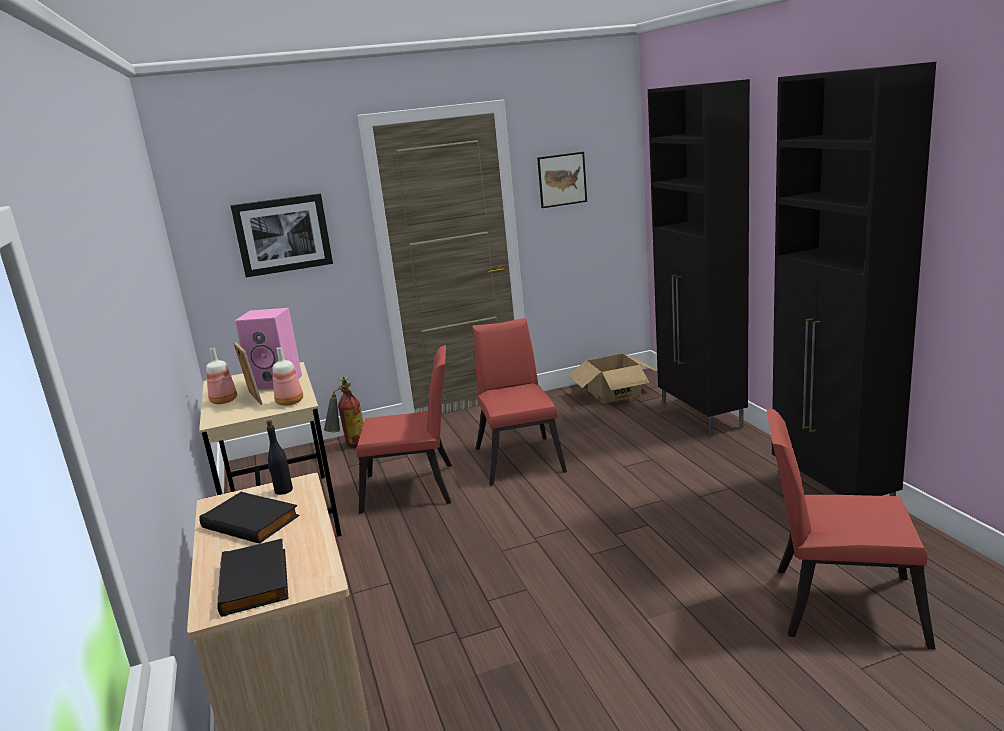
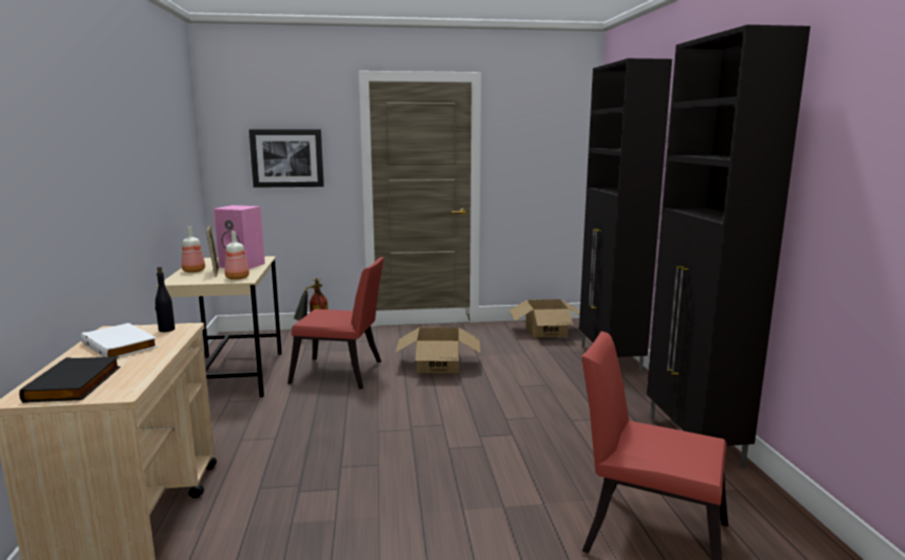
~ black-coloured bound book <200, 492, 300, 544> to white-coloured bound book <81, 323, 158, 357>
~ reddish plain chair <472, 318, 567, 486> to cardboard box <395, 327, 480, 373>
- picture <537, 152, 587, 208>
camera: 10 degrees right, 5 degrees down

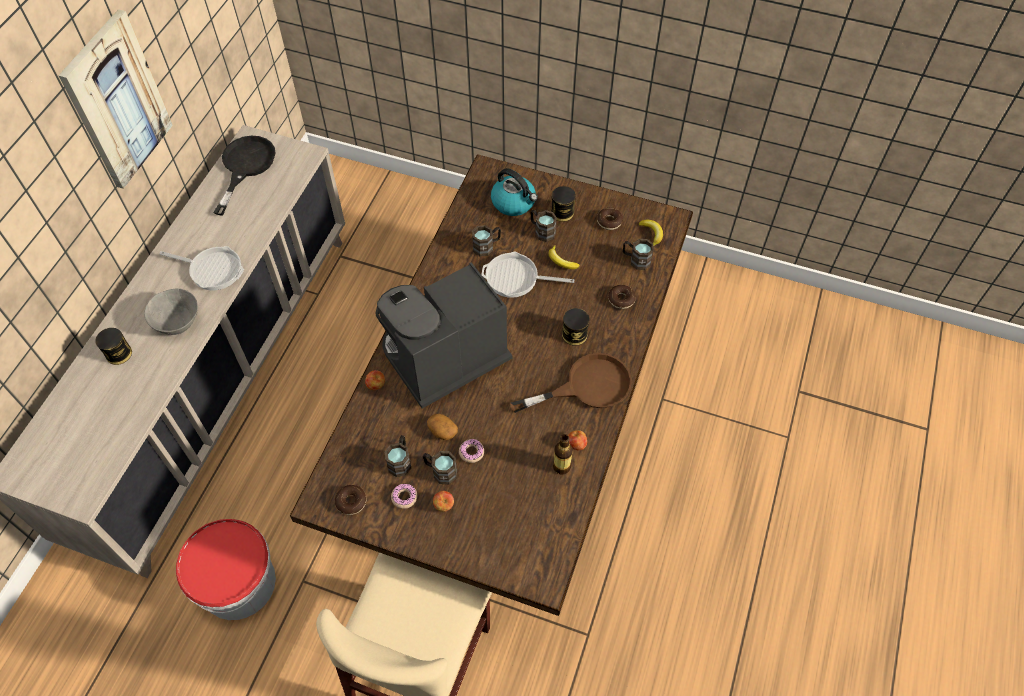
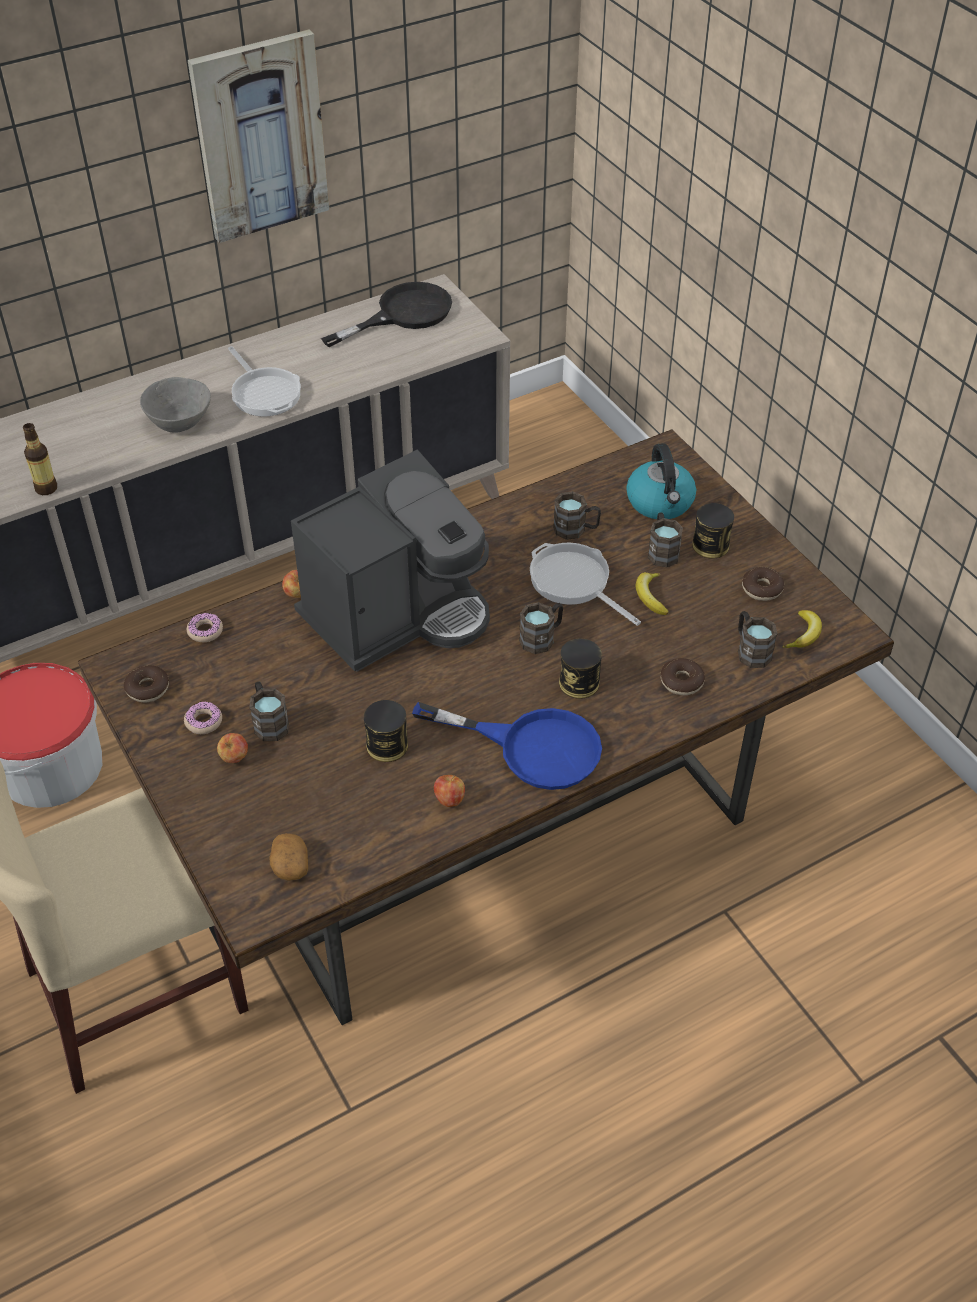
~ can <95, 328, 132, 365> to <364, 700, 408, 762>
~ coffee maker <375, 262, 513, 408> = <291, 450, 490, 672> 135 degrees clockwise
~ brownish coffee mug <384, 435, 411, 477> to <519, 602, 563, 654>
~ spud <427, 414, 458, 440> to <269, 833, 308, 881>
~ doughnut <459, 439, 484, 463> to <187, 613, 223, 642>
~ brownish pan <510, 353, 632, 413> to blue pan <412, 702, 602, 790>
~ bottle <553, 434, 573, 474> to <23, 423, 57, 495>
camera: 40 degrees right, 10 degrees down

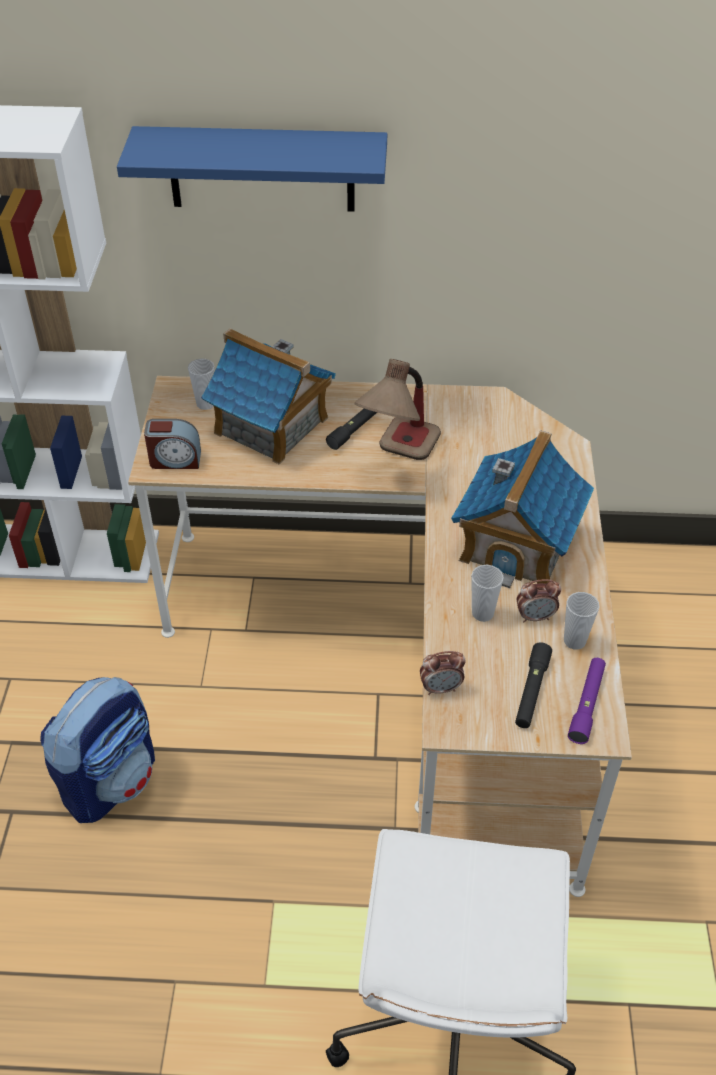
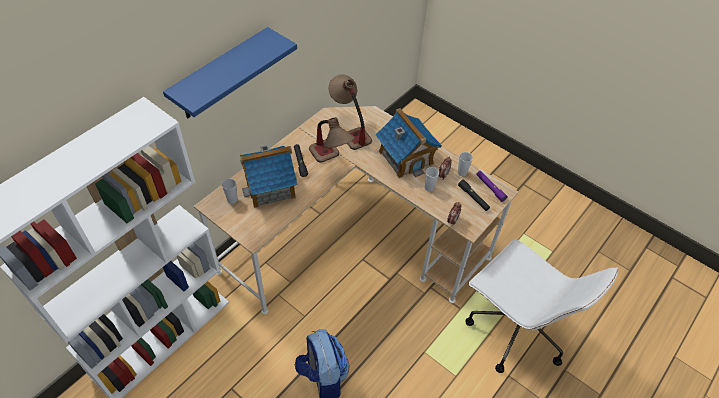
- table clock <144, 419, 201, 469>
+ lamp for a table <329, 74, 372, 150>
camera: 55 degrees left, 5 degrees up

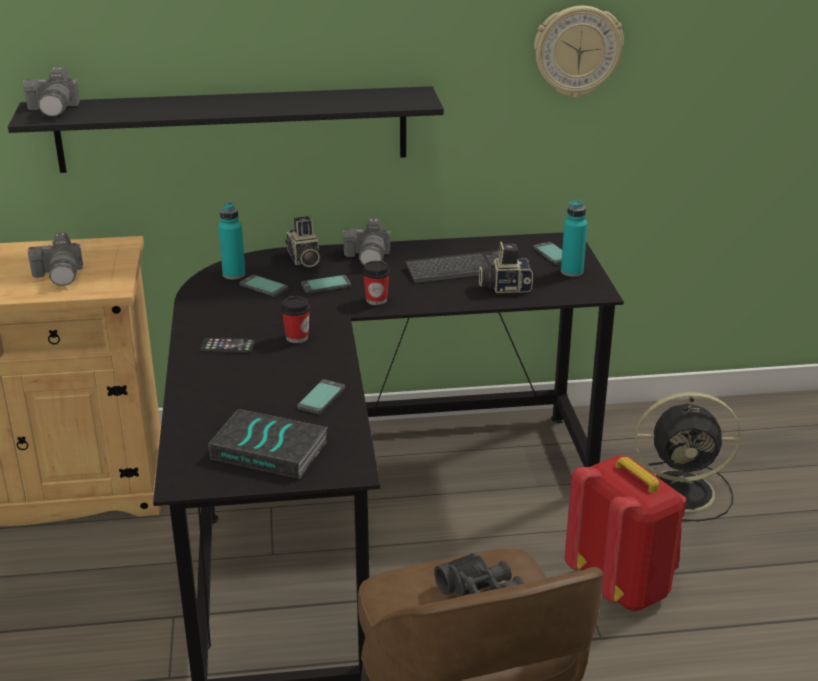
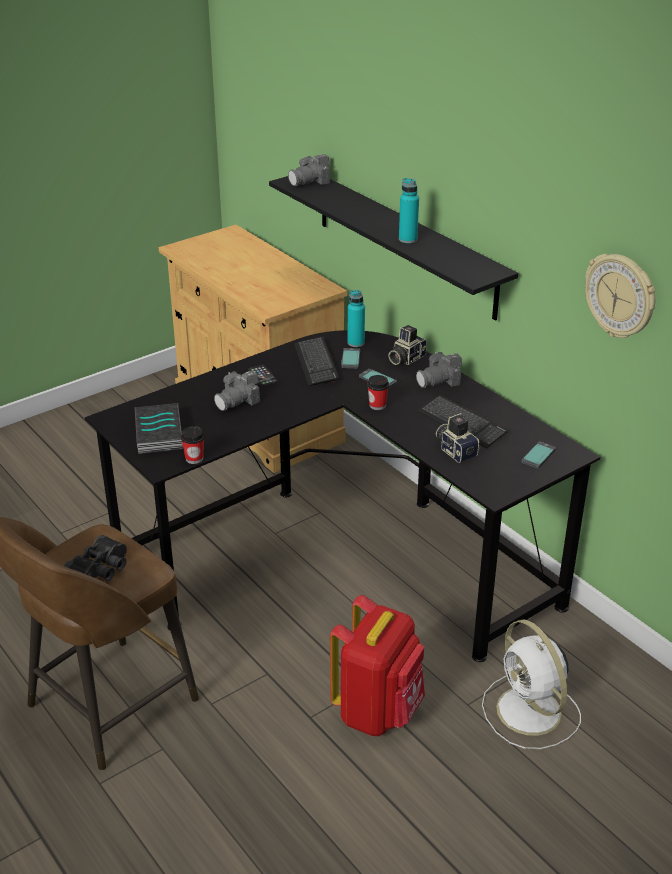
~ photo camera <27, 232, 83, 286> to <214, 371, 260, 411>
~ cup <281, 296, 310, 343> to <181, 426, 204, 464>
- phone <297, 379, 345, 414>
~ turquoise bottle <561, 200, 587, 277> to <399, 178, 419, 243>
~ black-coloured cooling fan <635, 392, 741, 521> to white-coloured cooling fan <482, 619, 581, 749>
+ PC keyboard <294, 337, 339, 386>
camera: 60 degrees right, 5 degrees up

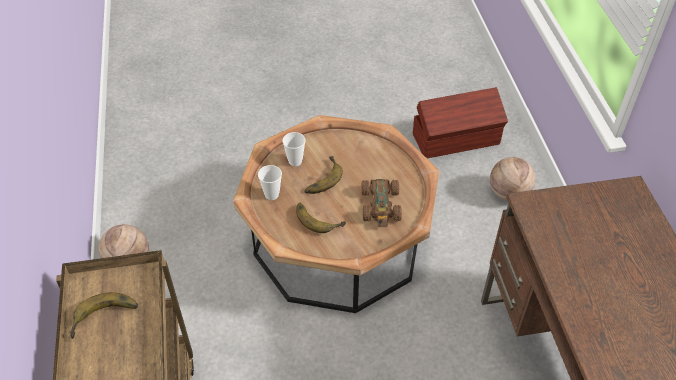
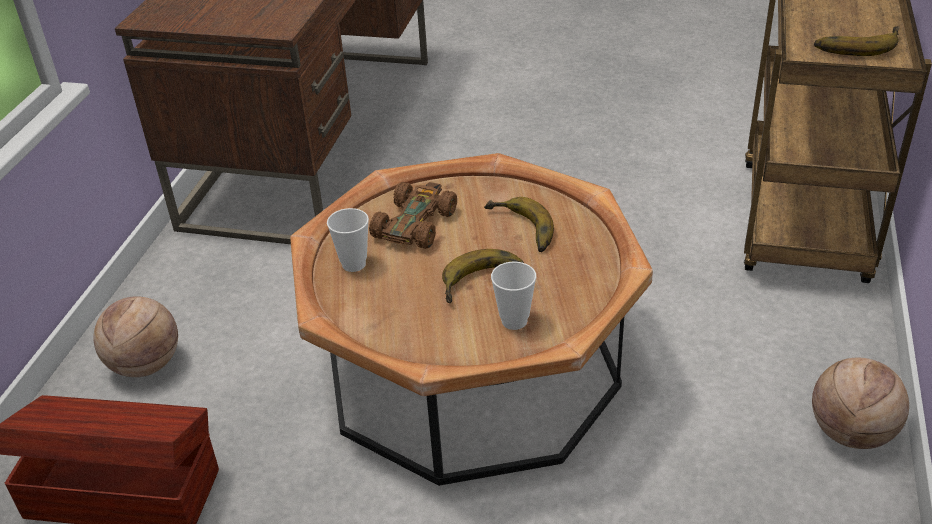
~ cup <258, 165, 282, 200> to <327, 208, 369, 272>
camera: 155 degrees left, 10 degrees down

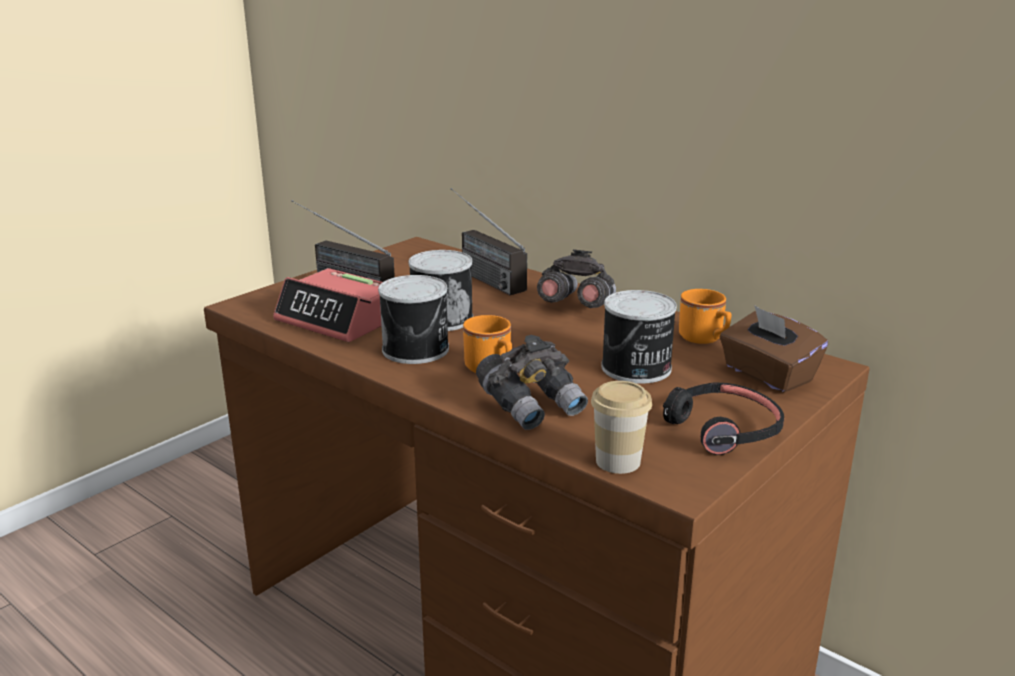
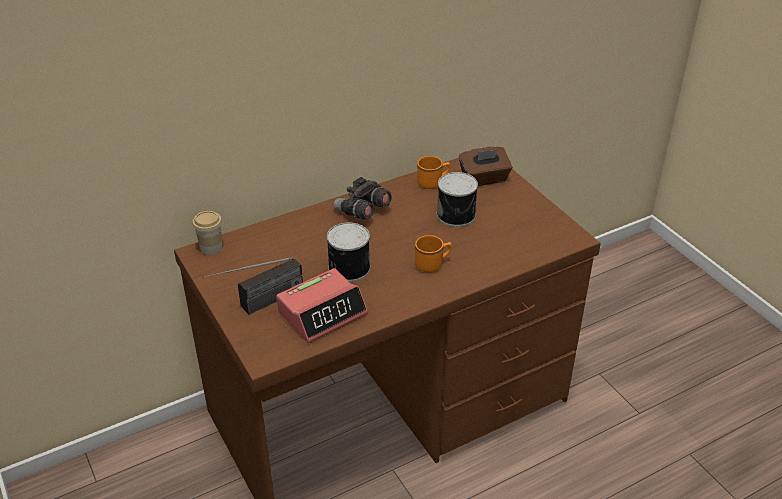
- can <378, 275, 449, 364>
- radio set <451, 188, 527, 295>
- greyish binoculars <476, 335, 588, 430>
~ cup <591, 381, 652, 474> to <192, 211, 222, 255>
- black-coloured headset <663, 383, 784, 455>
camera: 70 degrees left, 15 degrees up

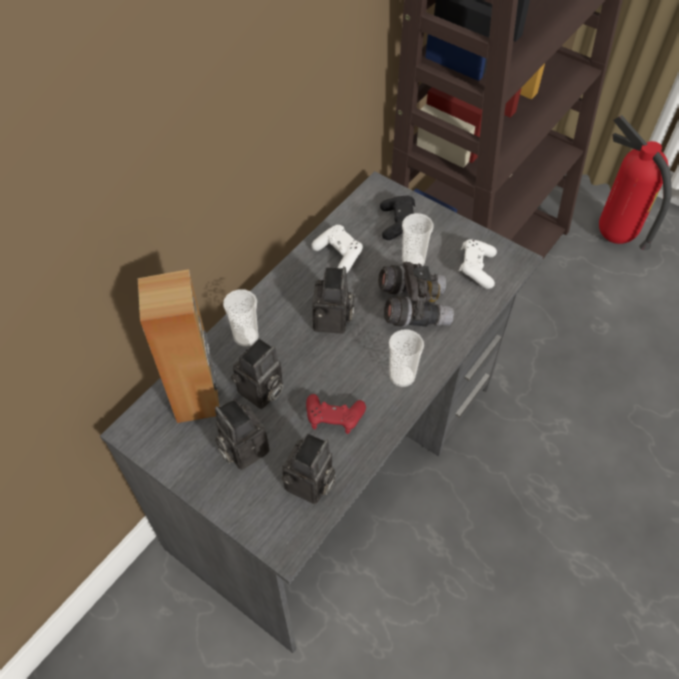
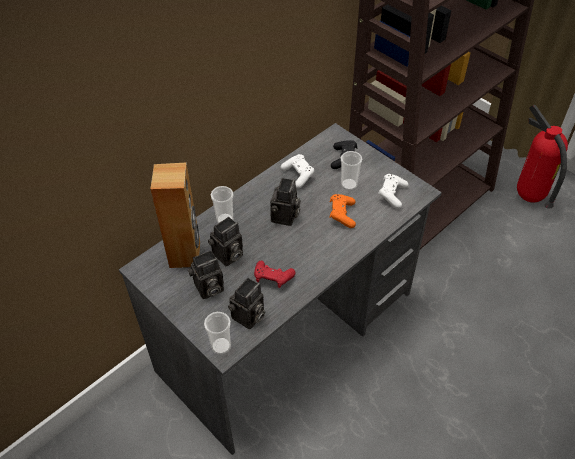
~ photo camera <215, 398, 270, 470> = <188, 250, 224, 299> 90 degrees counterclockwise
~ greyish binoculars <378, 261, 454, 327> to orange-coloured joypad <329, 194, 356, 228>
~ cup <389, 329, 424, 387> to <204, 312, 231, 355>
camera: 10 degrees right, 5 degrees down

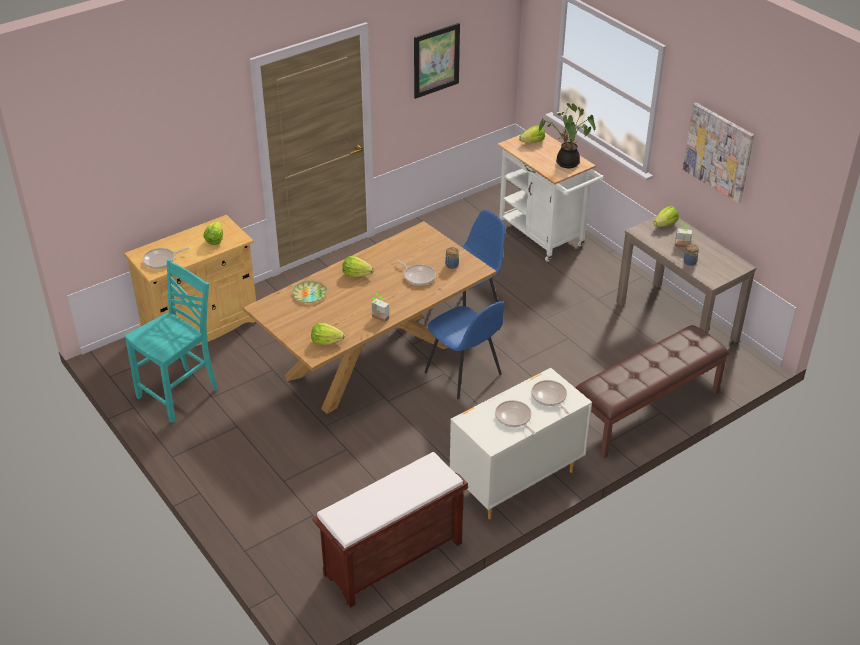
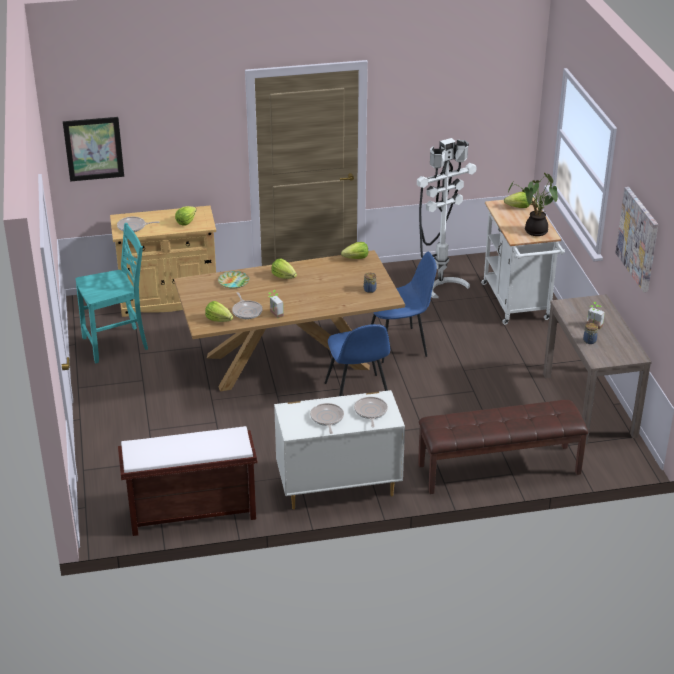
~ pan <396, 260, 436, 286> to <232, 292, 263, 319>
~ picture <414, 23, 460, 99> to <63, 117, 124, 182>
~ head of lettuce <654, 206, 679, 227> to <341, 242, 368, 259>
+ white-coloured floor lamp <417, 138, 477, 298>
camera: 25 degrees right, 5 degrees down

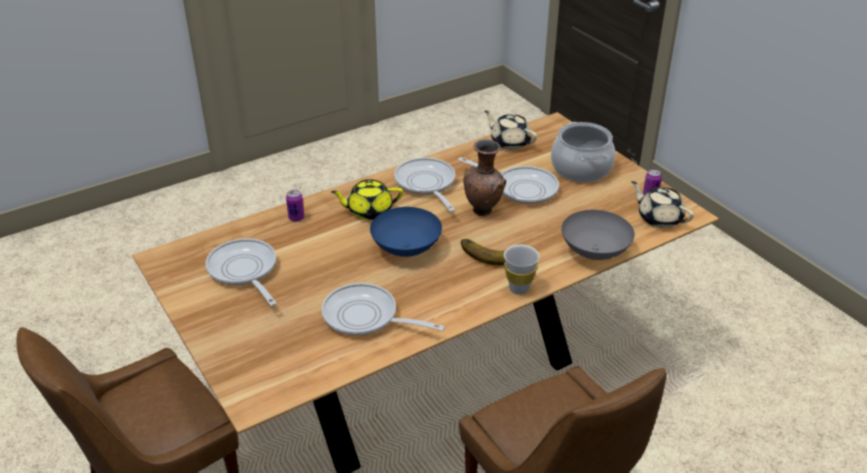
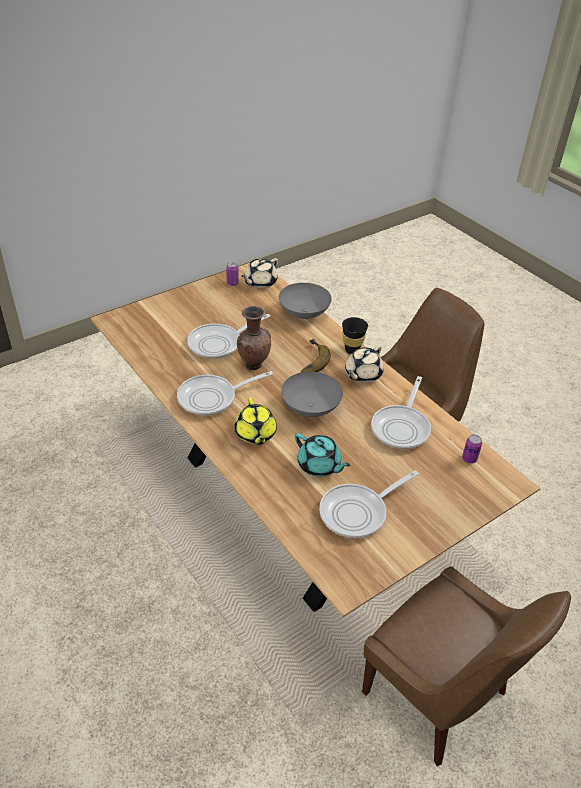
~ can <286, 190, 304, 222> to <462, 435, 482, 464>
~ blue deep dish <370, 207, 442, 257> to greyish deep dish <281, 371, 343, 417>
~ pan <458, 157, 559, 204> = <187, 314, 270, 359> 150 degrees counterclockwise
~ beige-coloured teapot <484, 111, 537, 150> to <345, 345, 384, 383>
~ white-coloured cup <504, 245, 539, 295> to black-coloured cup <342, 317, 368, 354>
- saucepot <551, 122, 615, 182>
+ turquoise teapot <295, 433, 350, 477>
camera: 95 degrees left, 5 degrees up

